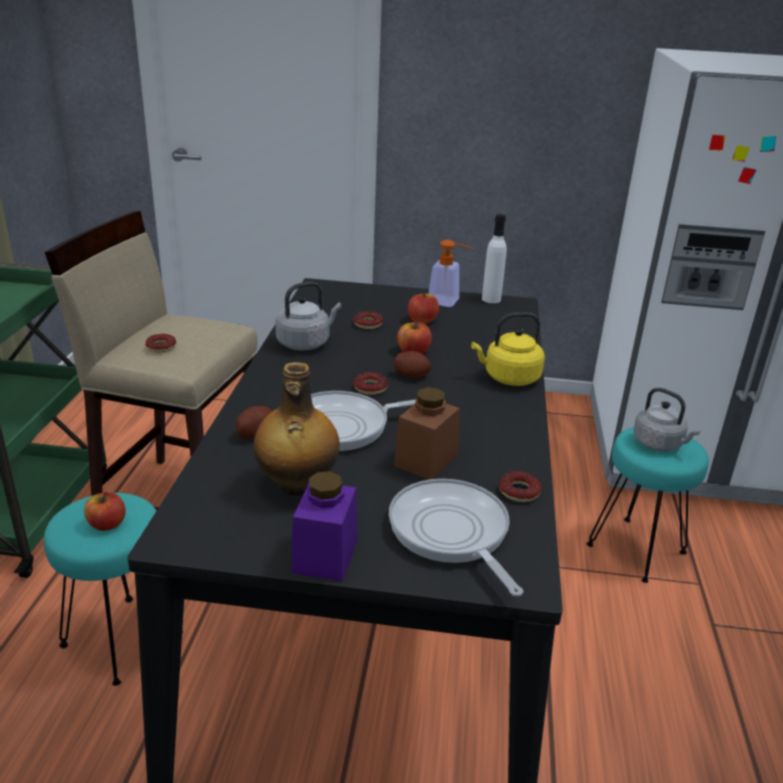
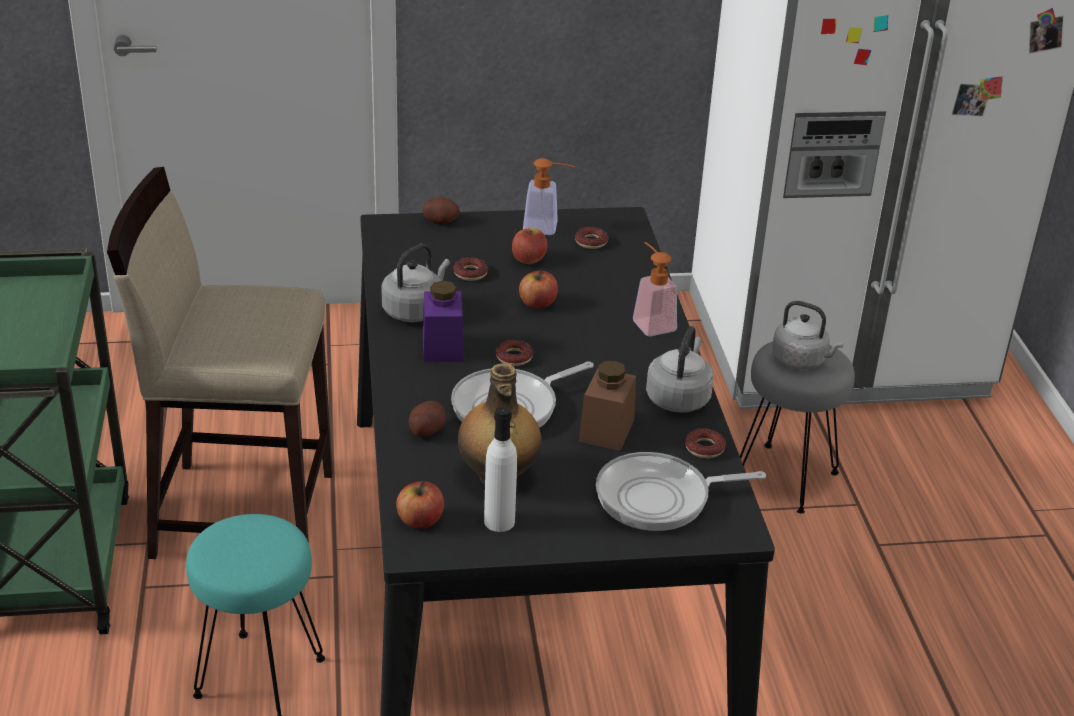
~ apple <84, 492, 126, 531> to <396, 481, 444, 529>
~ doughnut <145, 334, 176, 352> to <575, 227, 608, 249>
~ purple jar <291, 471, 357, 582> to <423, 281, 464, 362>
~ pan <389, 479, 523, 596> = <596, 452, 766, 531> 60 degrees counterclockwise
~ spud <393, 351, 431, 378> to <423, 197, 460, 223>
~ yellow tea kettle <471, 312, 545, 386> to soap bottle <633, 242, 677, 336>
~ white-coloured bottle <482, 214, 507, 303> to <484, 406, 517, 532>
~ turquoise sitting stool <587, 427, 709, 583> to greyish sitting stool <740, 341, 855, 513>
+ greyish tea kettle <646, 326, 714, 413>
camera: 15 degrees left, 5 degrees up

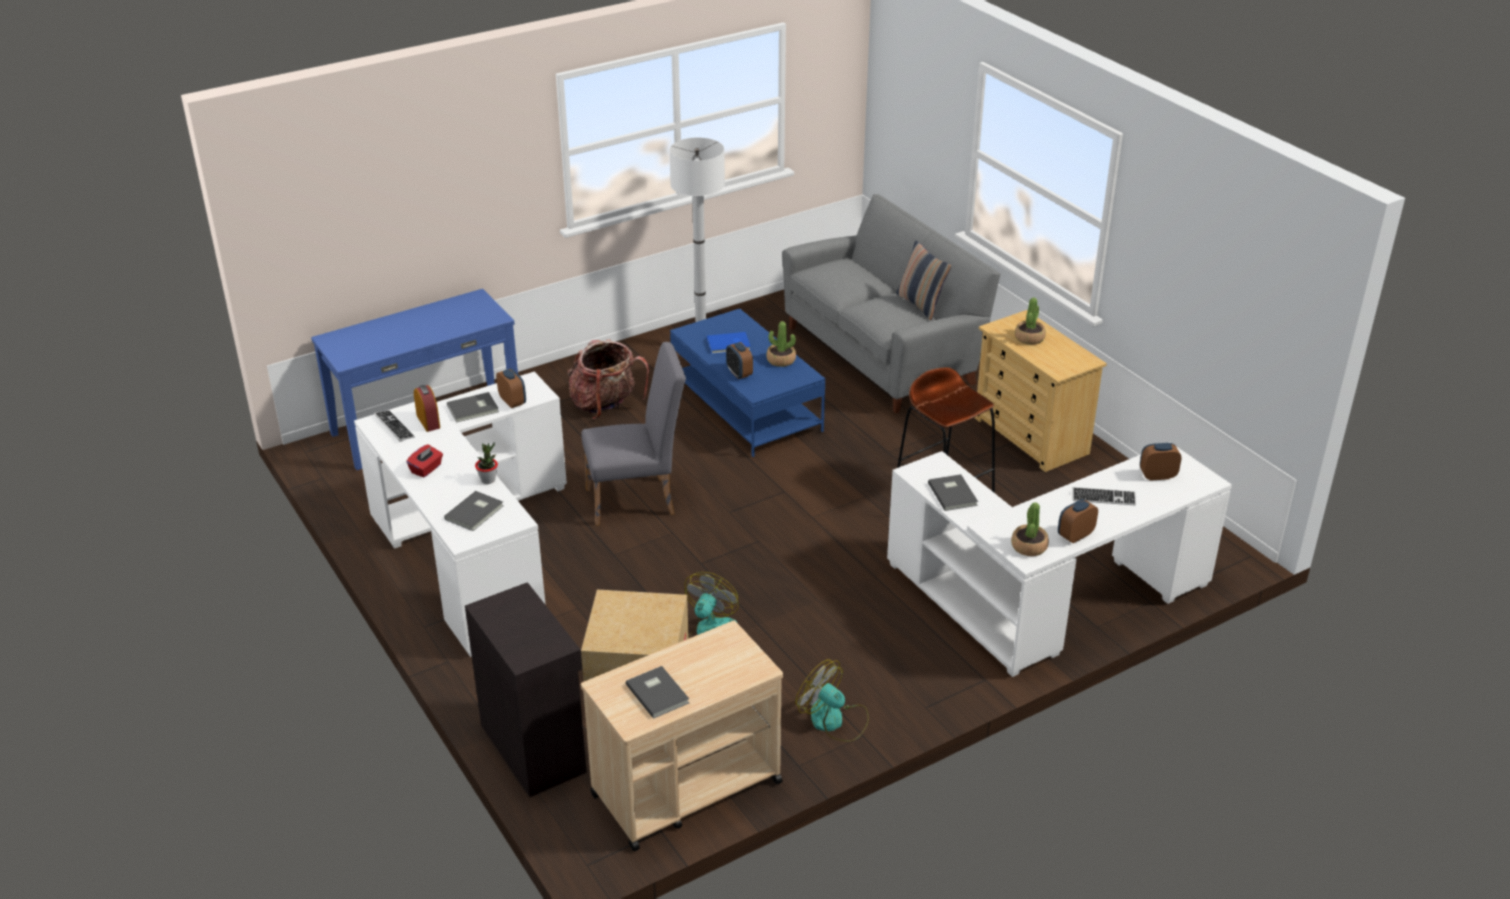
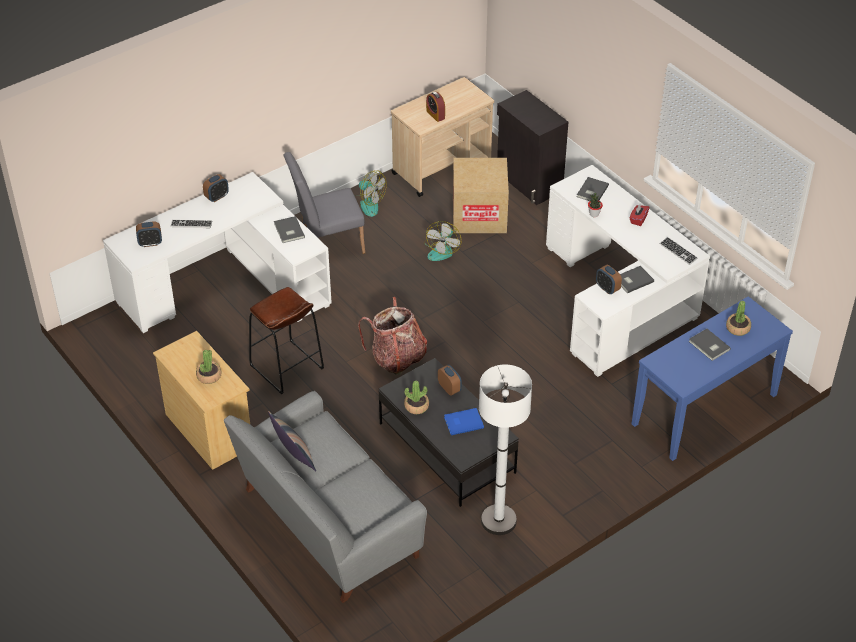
~ table clock <414, 385, 440, 432> to <426, 92, 445, 122>
~ backpack <568, 339, 649, 419> to <358, 297, 427, 375>
~ greyish plain chair <581, 342, 686, 526> to <284, 152, 365, 254>
~ greyish bound book <626, 666, 689, 719> to <689, 329, 731, 361>
~ blue lounge table <670, 309, 825, 457> to black-coloured lounge table <379, 358, 519, 507>
~ houseplant <1011, 502, 1049, 556> to <726, 300, 751, 336>
camera: 175 degrees right, 10 degrees up

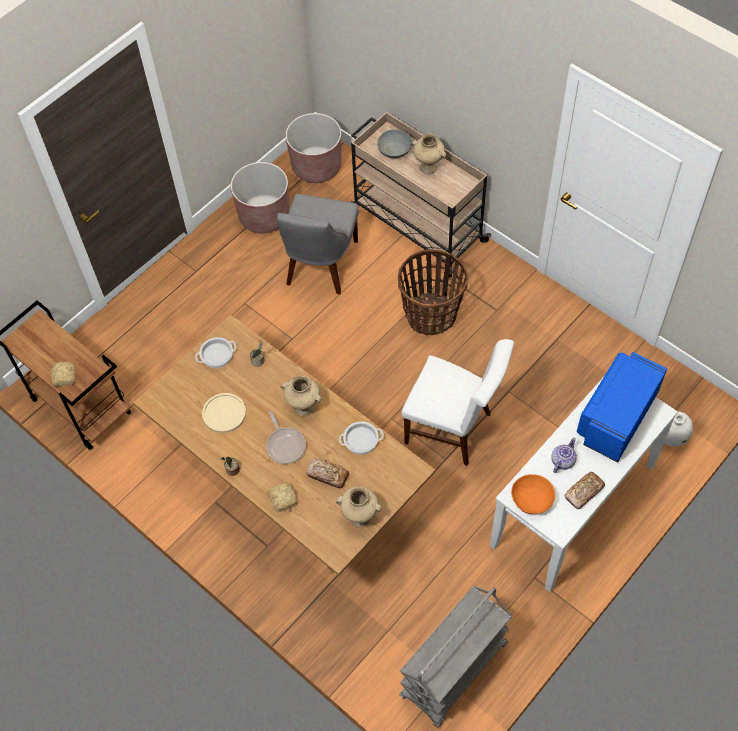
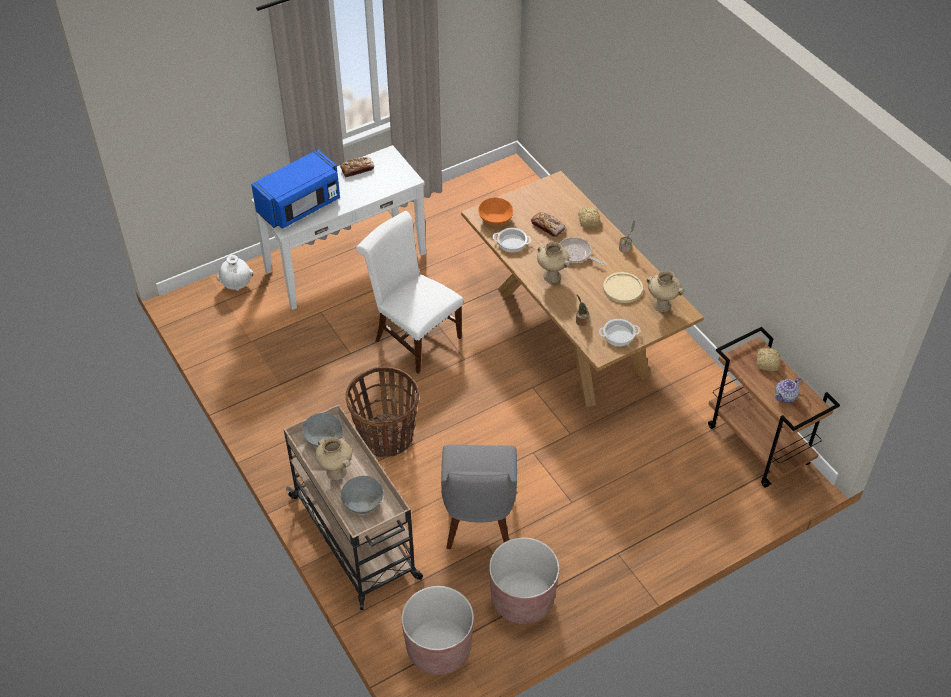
~ pan <266, 411, 306, 464> = <560, 237, 605, 266> 45 degrees counterclockwise
~ greyish plain chair <277, 194, 359, 294> = <441, 445, 517, 549> 150 degrees clockwise
~ beige-coloured vase <336, 486, 382, 527> to <646, 271, 684, 312>
- greyish cart <400, 586, 512, 728>
~ orange-coloured deep dish <511, 474, 555, 514> to <478, 198, 513, 225>
~ teapot <551, 438, 577, 473> to <775, 377, 801, 403>
+ greyish deep dish <302, 413, 343, 447>
camera: 165 degrees left, 10 degrees down

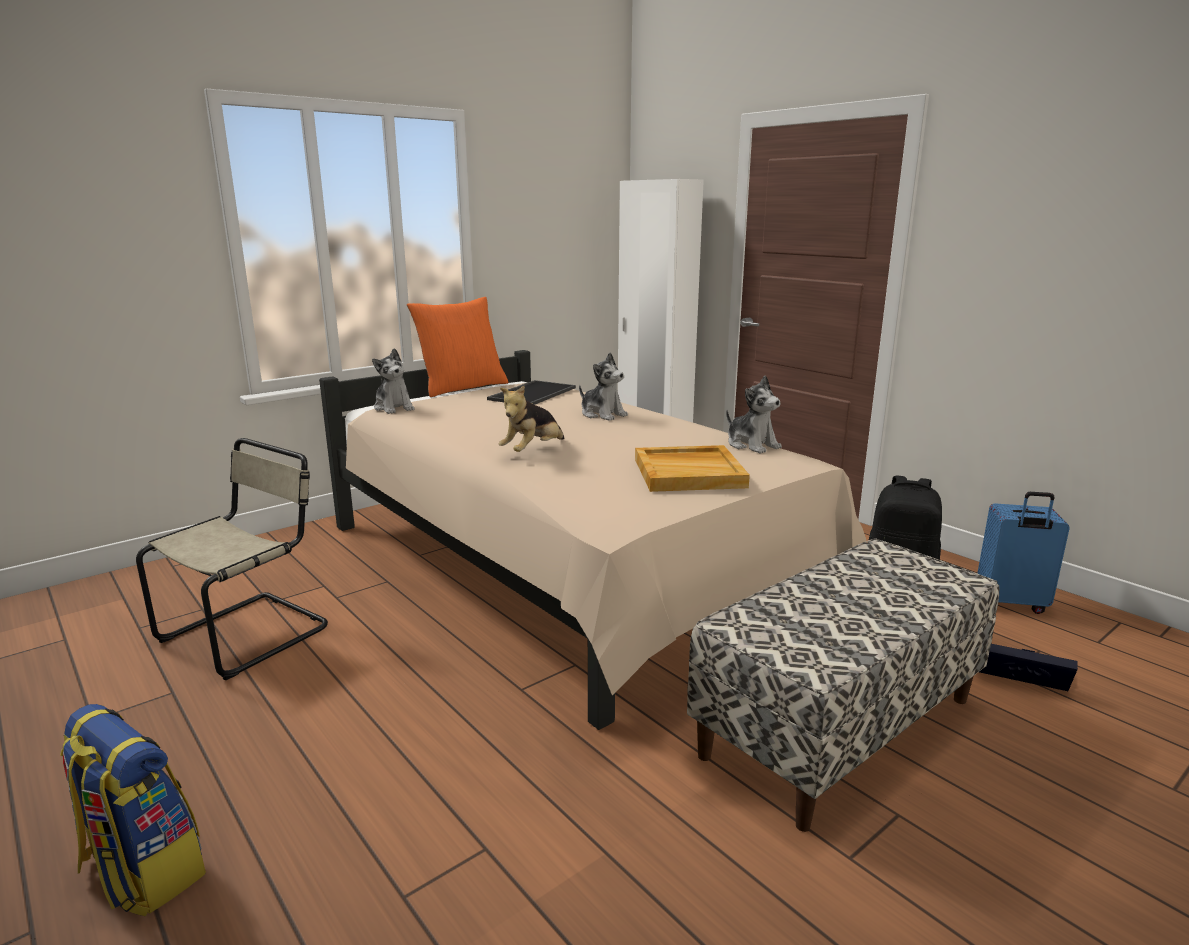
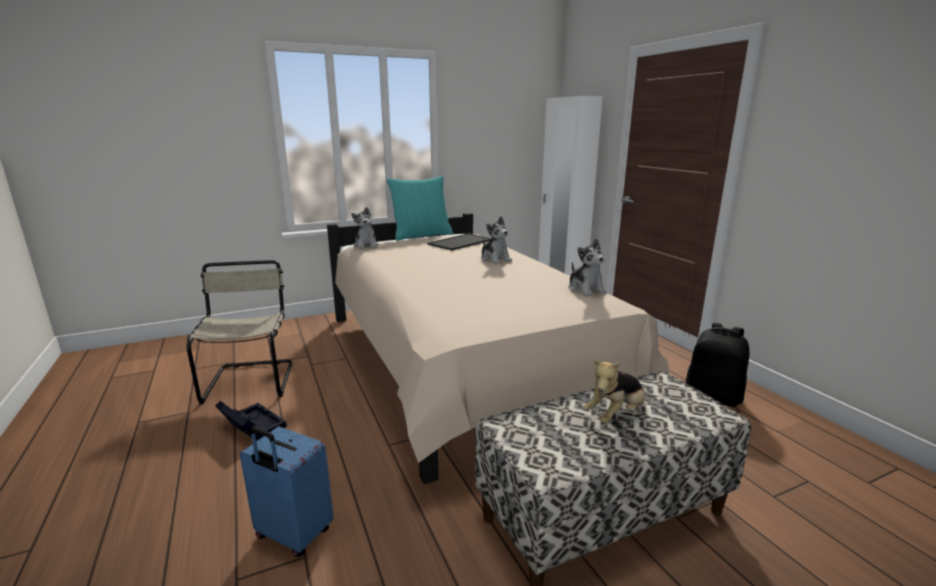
- backpack <60, 704, 206, 916>
~ beige-coloured plain chair <136, 438, 328, 680> = <187, 260, 292, 404> 60 degrees counterclockwise
~ orange-coloured pillow <407, 297, 508, 397> to turquoise pillow <386, 176, 453, 241>
~ cuddly toy <499, 386, 564, 452> to <583, 360, 645, 423>
- beige-coloured carrying tray <635, 445, 750, 492>
~ blue piece of luggage <977, 492, 1070, 614> to <240, 427, 334, 557>
~ black-coloured storage box <979, 644, 1078, 691> to <215, 401, 287, 441>
camera: 15 degrees right, 0 degrees up

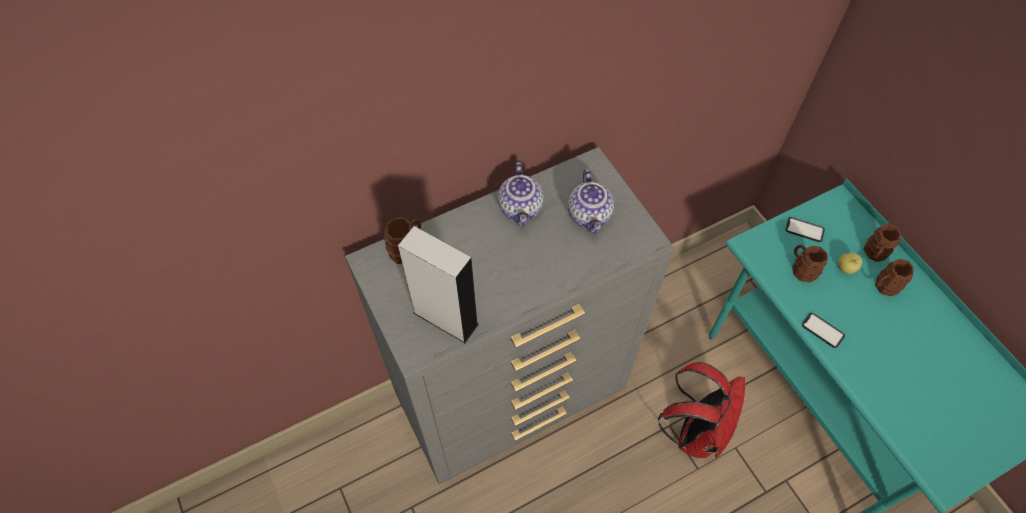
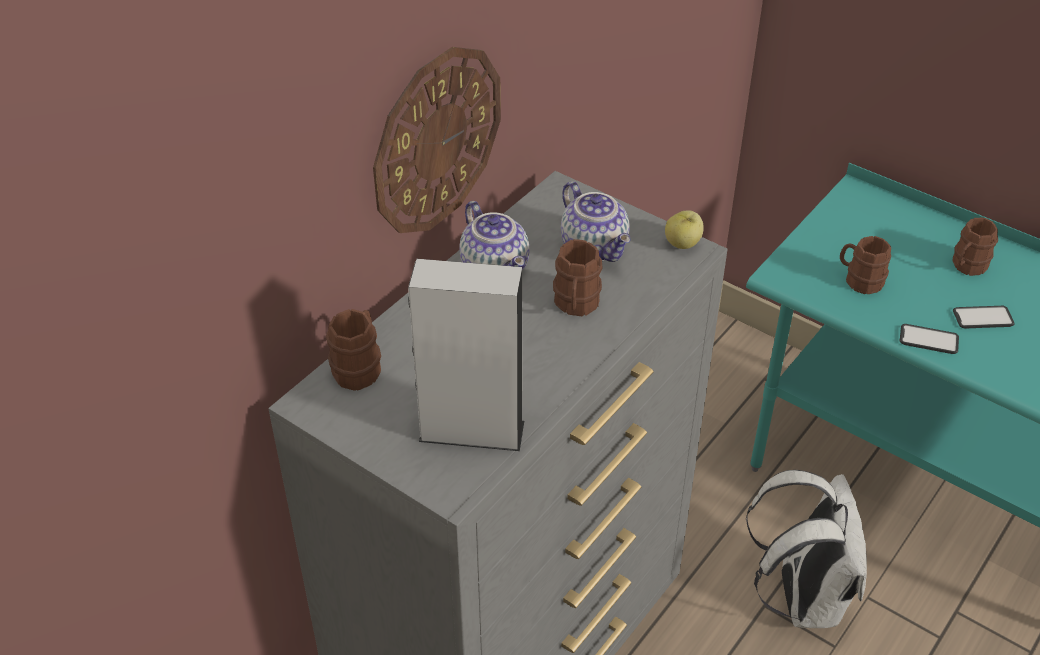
~ reddish backpack <658, 362, 745, 458> to white-coloured backpack <746, 470, 867, 628>
~ phone <786, 217, 825, 242> to <953, 306, 1015, 329>
~ apple <838, 253, 862, 274> to <665, 210, 704, 249>
~ brownish coffee mug <864, 224, 901, 262> to <553, 239, 603, 316>
+ wall clock <373, 47, 501, 233>
camera: 25 degrees left, 15 degrees down

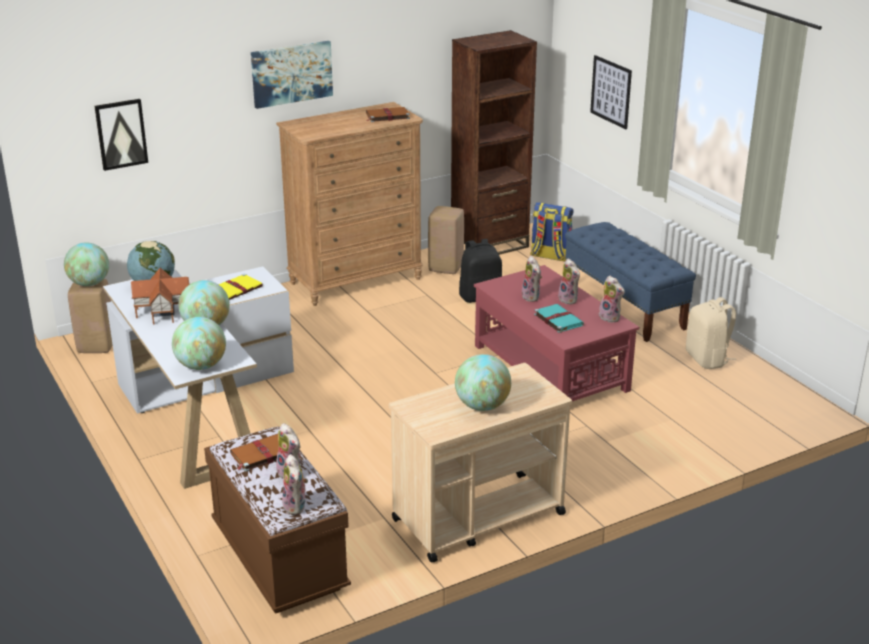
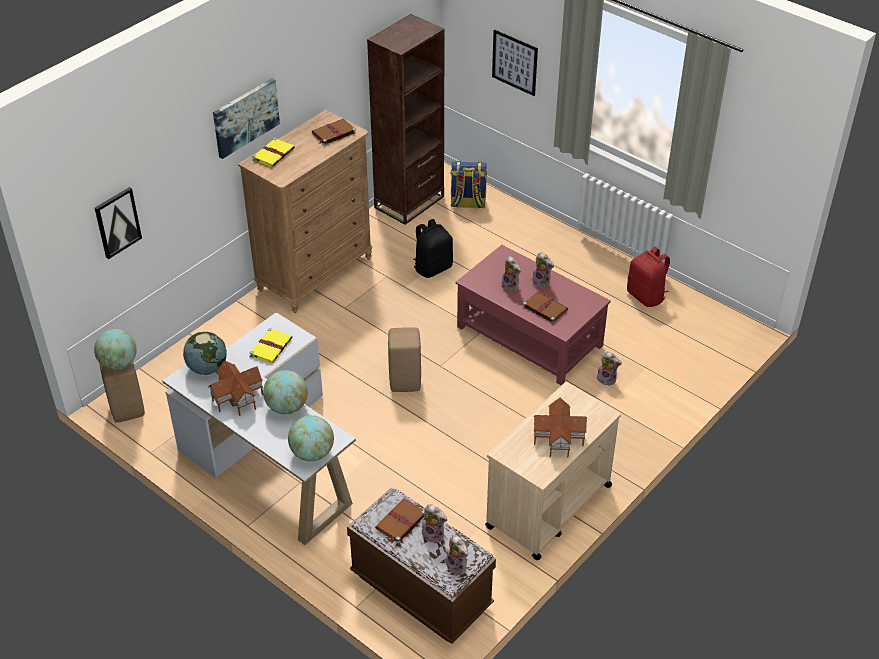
~ beige-coloured sitting stool <428, 206, 464, 274> to <388, 327, 421, 392>
~ globe <455, 354, 511, 411> to miniature house <533, 398, 587, 458>
~ turquoise bound book <534, 304, 584, 333> to brownish bound book <523, 292, 568, 323>
- blue long seat <565, 222, 696, 342>
~ cuddly toy <599, 276, 625, 323> to <597, 351, 622, 386>
~ beige-coloured backpack <686, 297, 737, 369> to reddish backpack <627, 247, 670, 307>
+ yellow bound book <252, 138, 295, 167>
camera: 20 degrees left, 15 degrees up

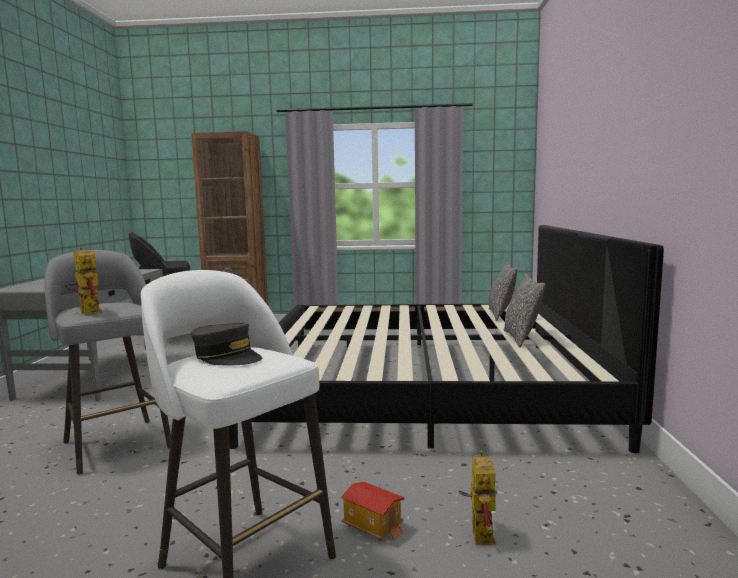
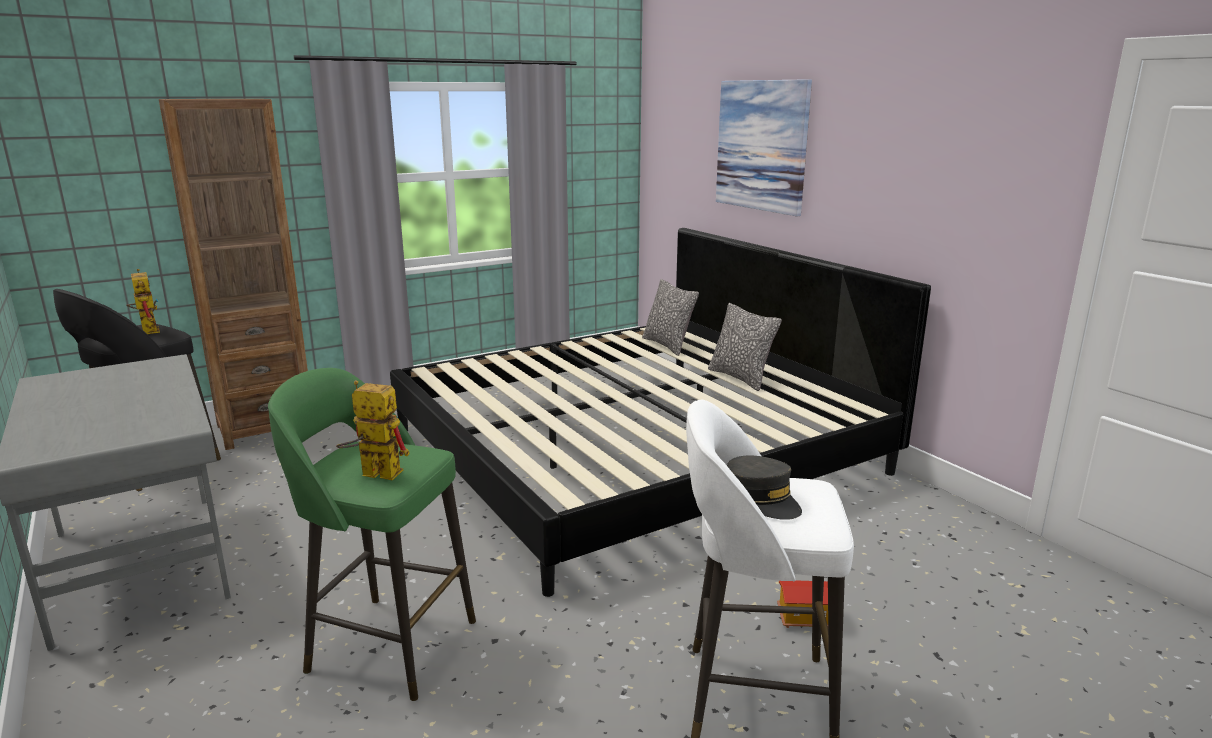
~ greyish sitting stool <44, 250, 171, 475> to greenish sitting stool <268, 368, 476, 701>
~ greyish cap <191, 323, 262, 365> = <727, 456, 802, 520> 60 degrees clockwise
~ model robot <458, 450, 498, 545> to <126, 269, 160, 334>
+ picture <716, 79, 812, 216>
camera: 35 degrees left, 10 degrees up

